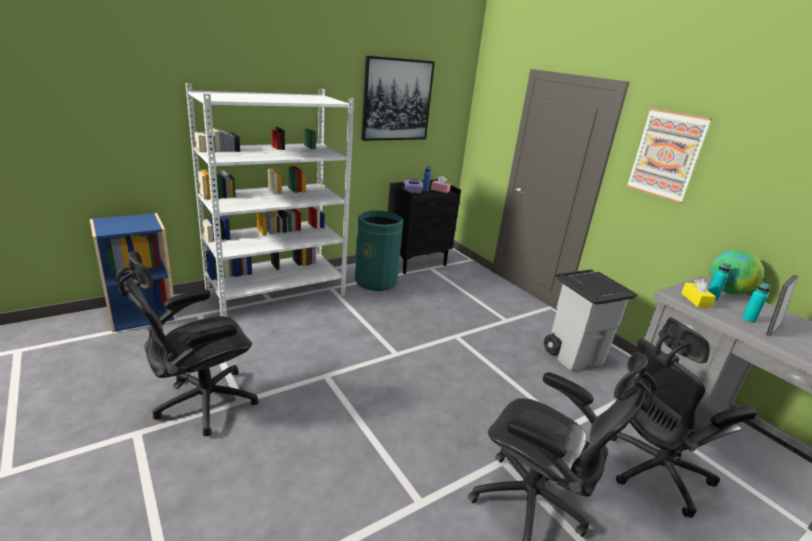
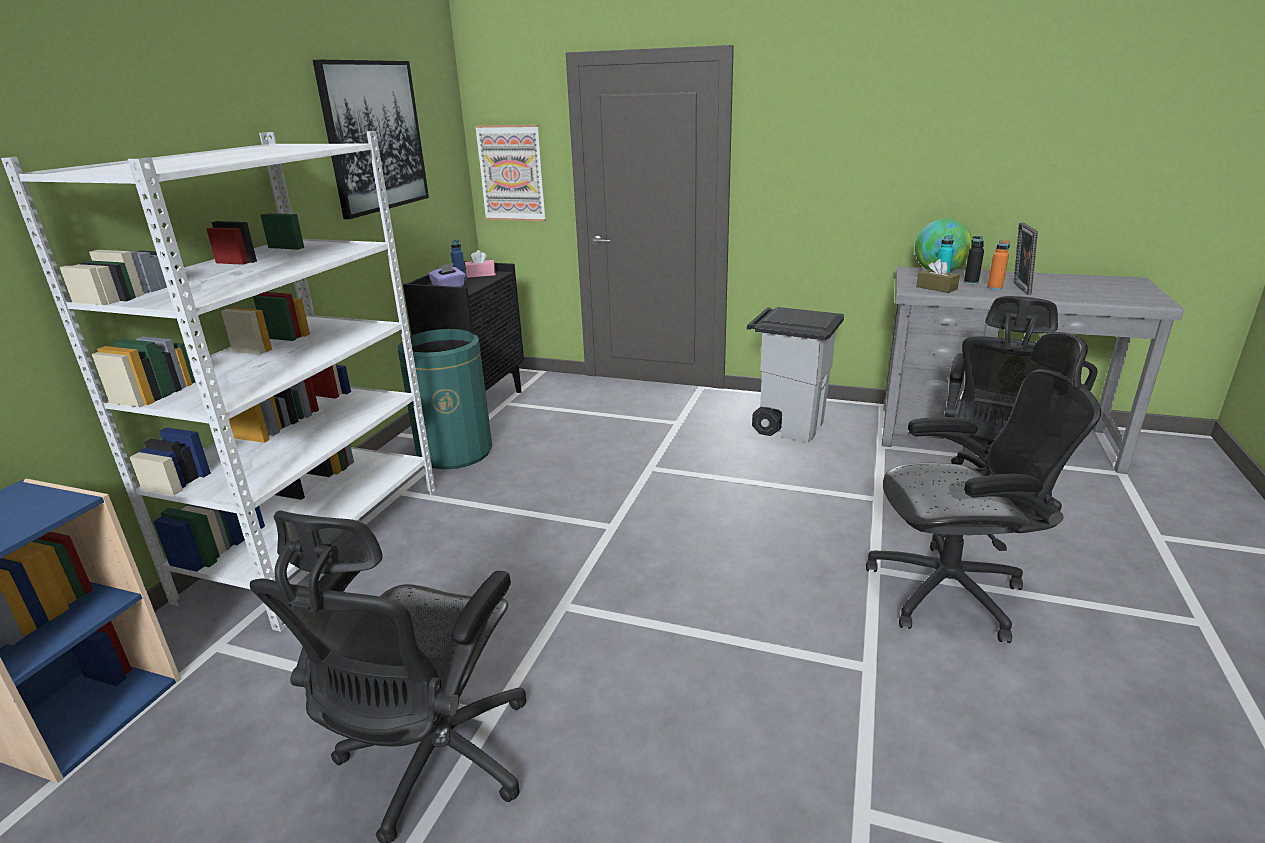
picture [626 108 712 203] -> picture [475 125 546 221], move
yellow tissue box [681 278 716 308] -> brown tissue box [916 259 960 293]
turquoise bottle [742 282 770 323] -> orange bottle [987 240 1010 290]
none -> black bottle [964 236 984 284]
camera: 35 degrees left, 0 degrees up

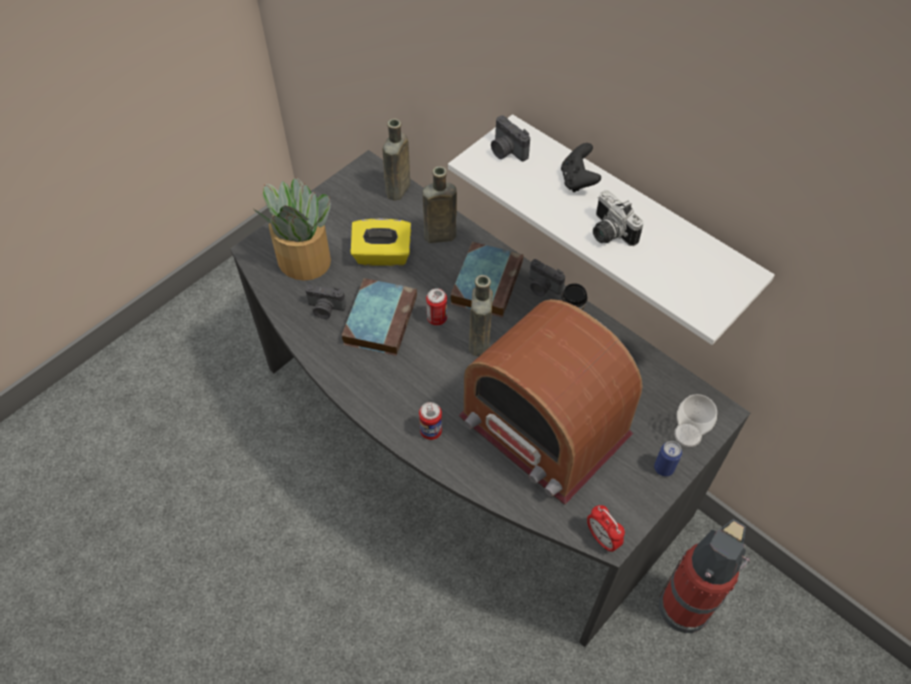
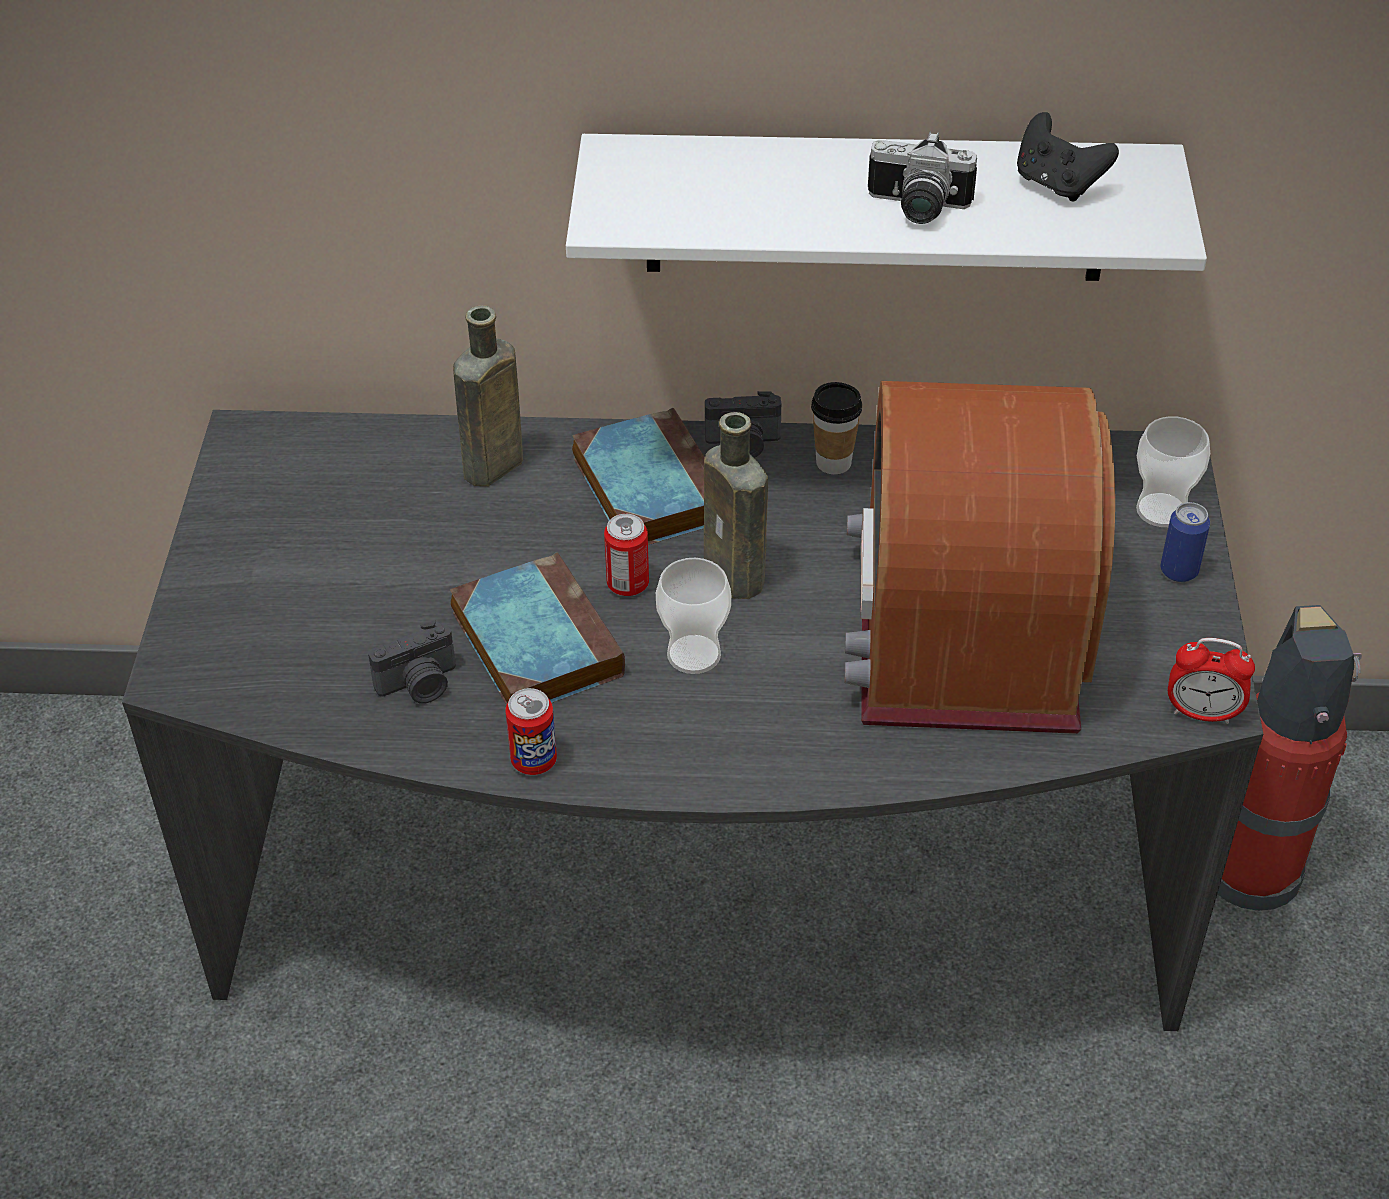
photo camera [491 115 530 161] -> none
brown bottle [382 118 410 201] -> none
black game controller [561 143 601 192] -> black game controller [1017 112 1119 202], move
potted plant [254 177 331 280] -> none
yellow tissue box [350 219 411 266] -> none
radio [459 299 643 505] -> radio [844 381 1115 734], 90 degrees clockwise
can [419 402 442 440] -> can [505 688 557 775], move
none -> cup [656 558 731 674]
camera: 40 degrees left, 10 degrees down

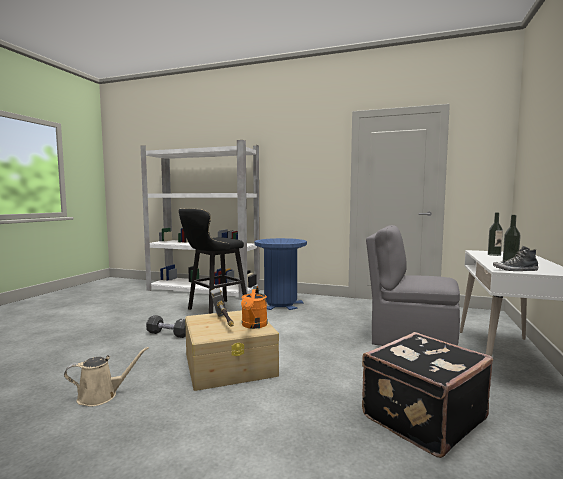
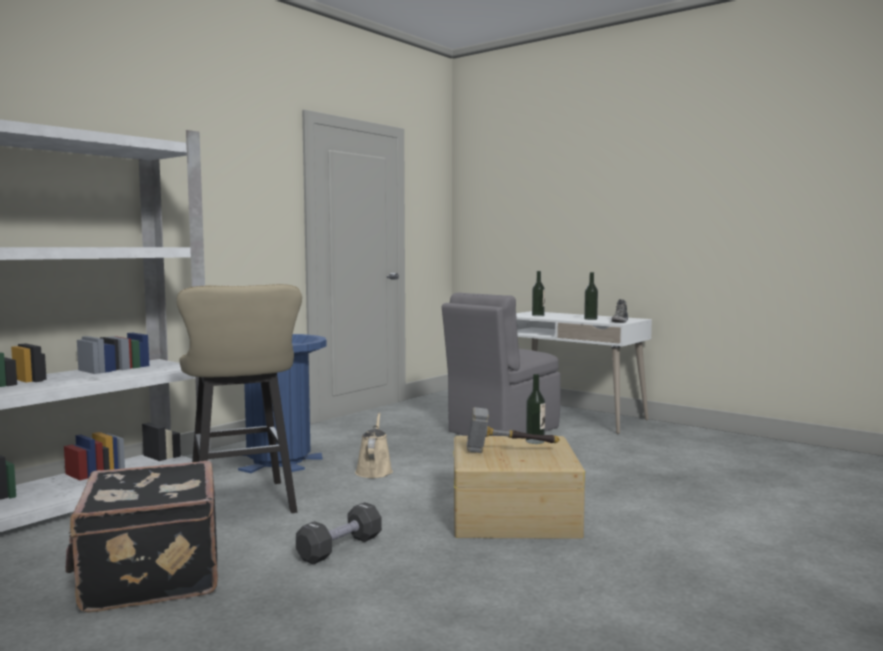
black stool [179 208 247 314] -> beige stool [177 284 302 513]
orange watering can [241 286 268 329] -> bottle [526 374 545 444]
black suitcase [362 332 493 458] -> black suitcase [65 461 218 613], move
beige watering can [64 347 149 406] -> beige watering can [355 413 393 478], move
camera: 70 degrees left, 0 degrees up

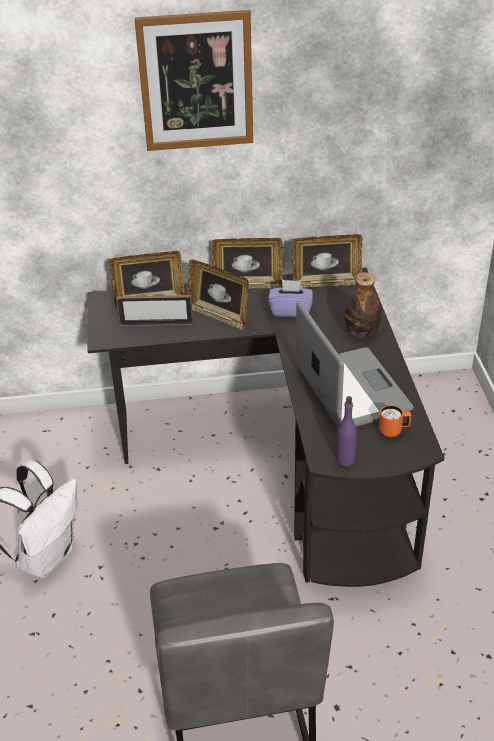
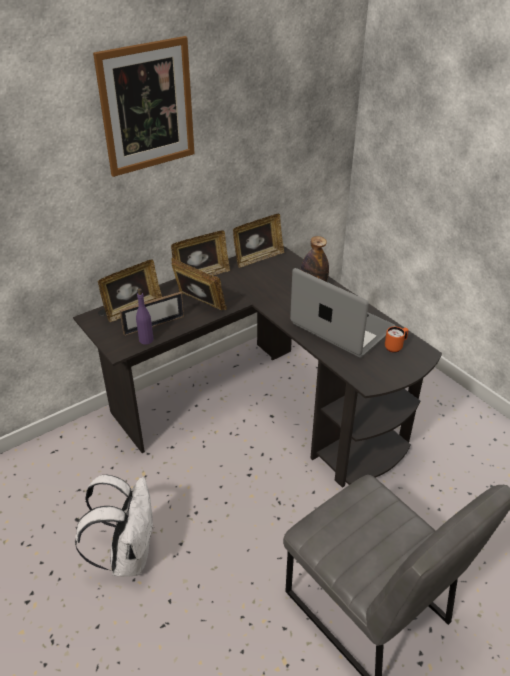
picture frame [187 259 249 331] -> picture frame [171 258 227 310], 150 degrees counterclockwise
purple tissue box [268 280 313 317] -> none
purple bottle [336 396 357 466] -> purple bottle [136 288 154 345], move
camera: 30 degrees left, 0 degrees up

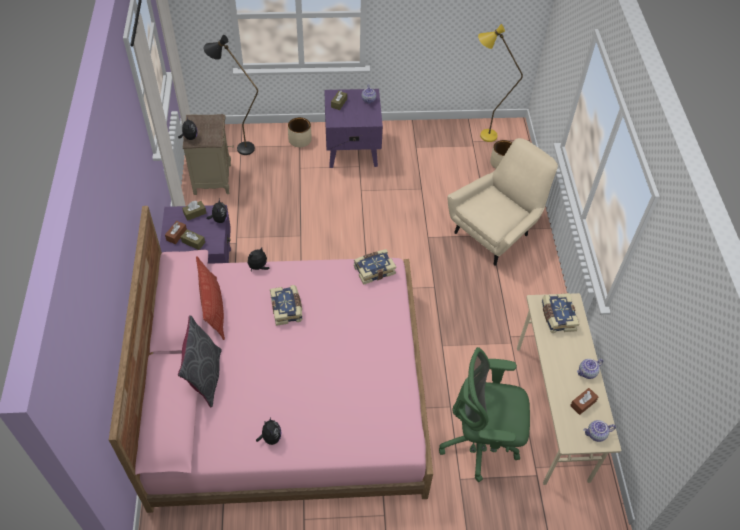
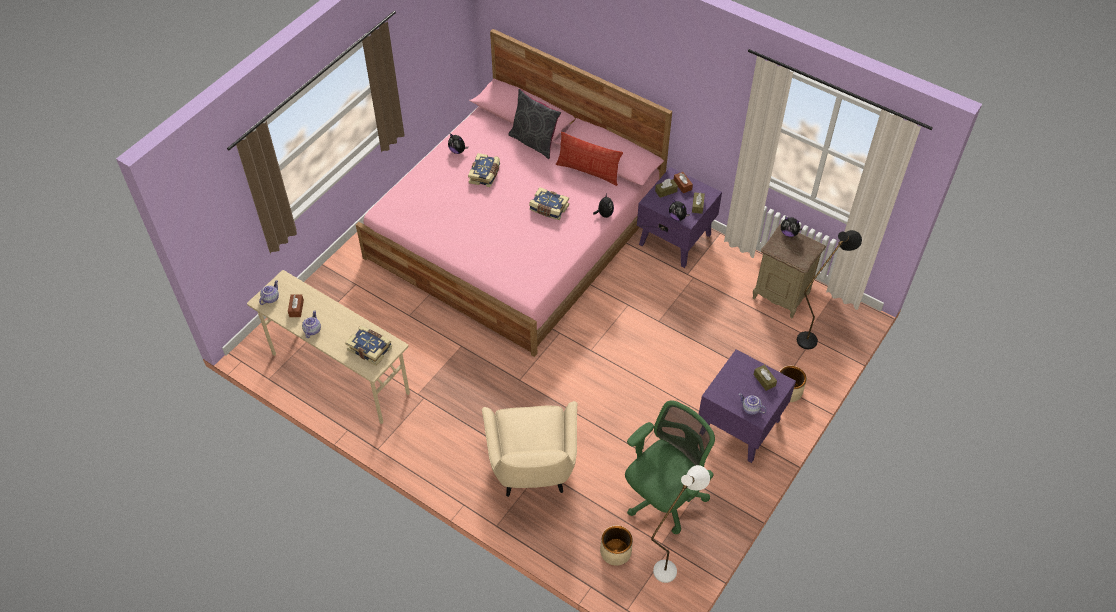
yellow floor lamp [478 24 523 142] -> white floor lamp [651 465 710 583]
book [354 249 396 285] -> book [468 153 500 187], move
green office chair [439 347 530 482] -> green office chair [625 400 715 534], move
camera: 130 degrees right, 0 degrees up

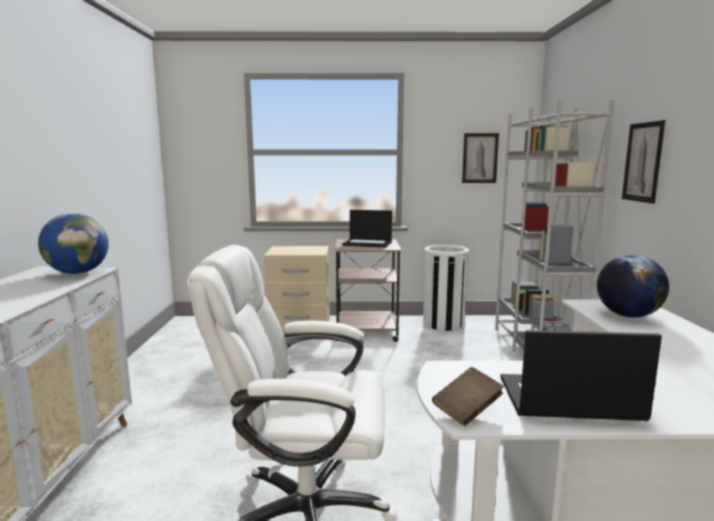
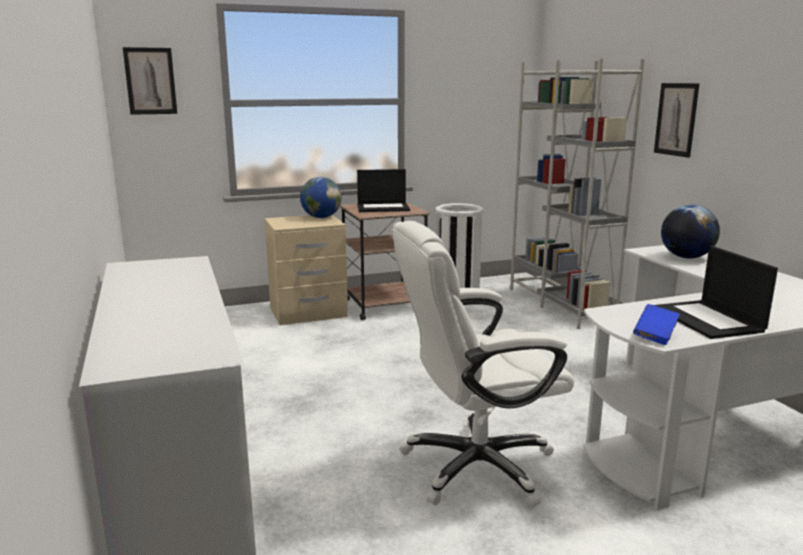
picture [462 133 499 183] -> picture [123 47 177 115], move
globe [38 213 109 274] -> globe [300 177 342 218], move
laptop [500 330 662 421] -> laptop [654 246 778 339], 90 degrees counterclockwise
brown book [432 367 504 426] -> blue book [633 304 680 345]
camera: 20 degrees left, 5 degrees up

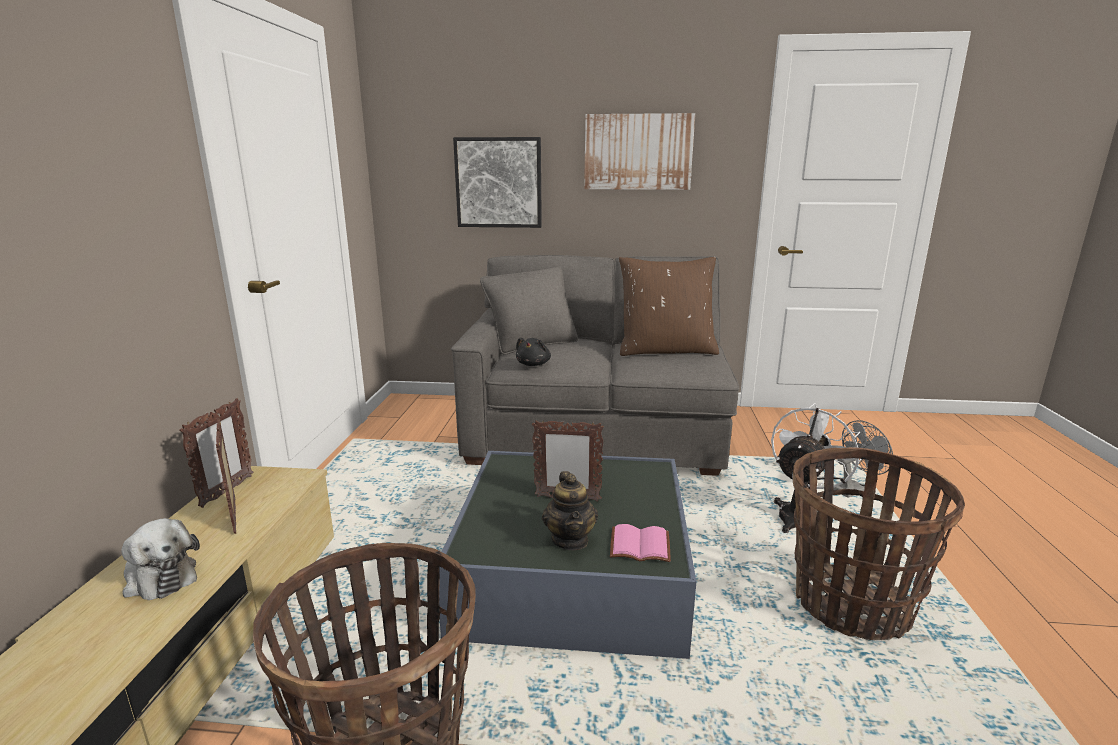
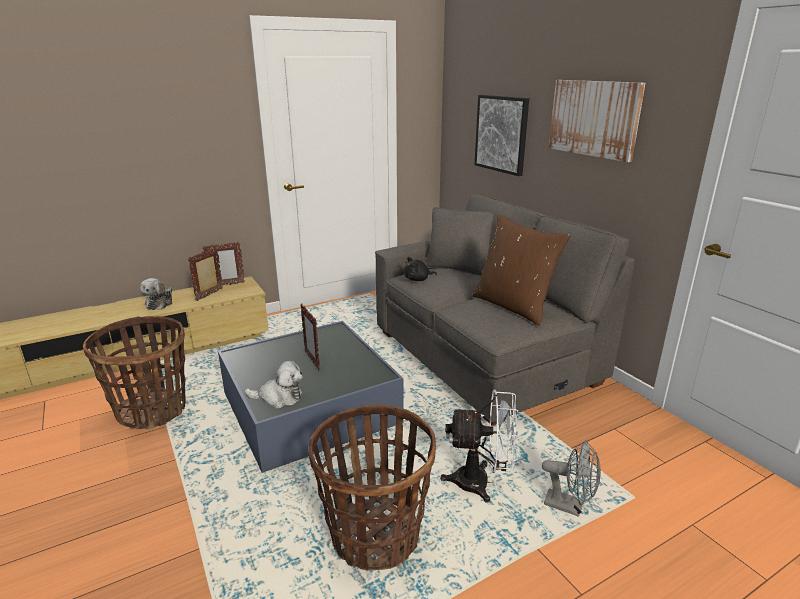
teapot [542 471 598 550] -> none
pink book [610 524 671 562] -> plush toy [245 361 303 409]
camera: 55 degrees right, 5 degrees up

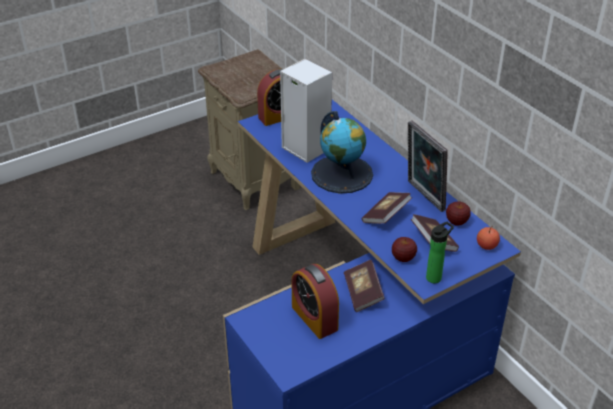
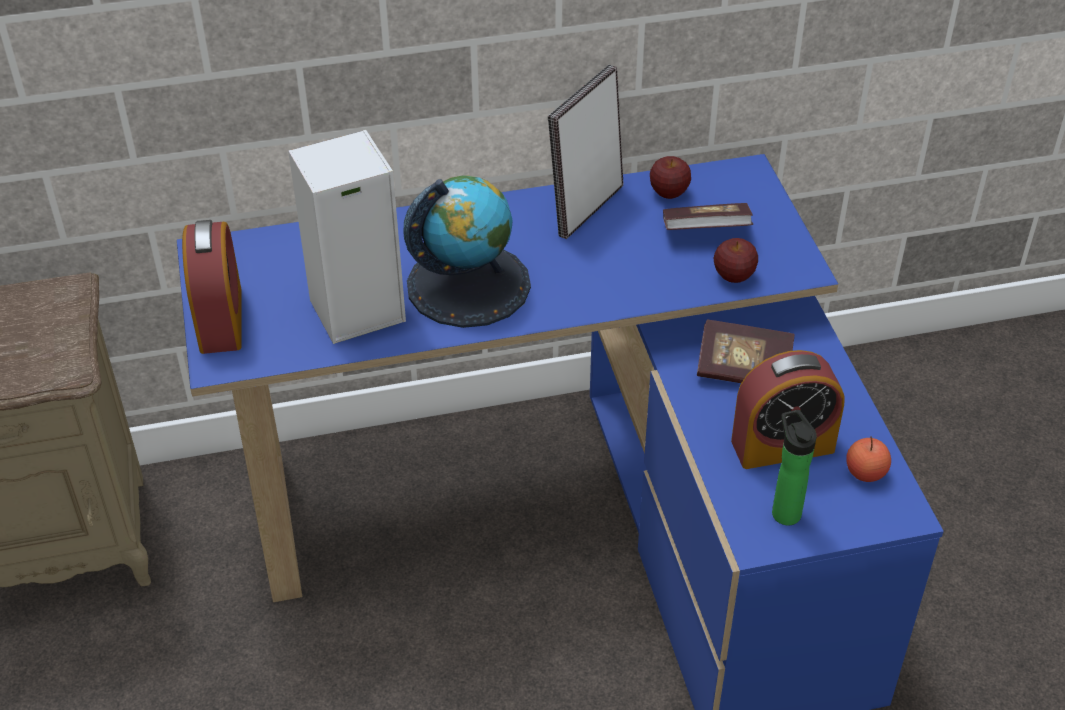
picture frame [408 120 448 212] -> picture frame [548 65 623 239], 135 degrees clockwise
book [362 192 412 224] -> none
bottle [426 222 454 283] -> bottle [772 410 817 525], move
apple [477 226 500 250] -> apple [846 436 891 482], move
camera: 70 degrees left, 5 degrees up

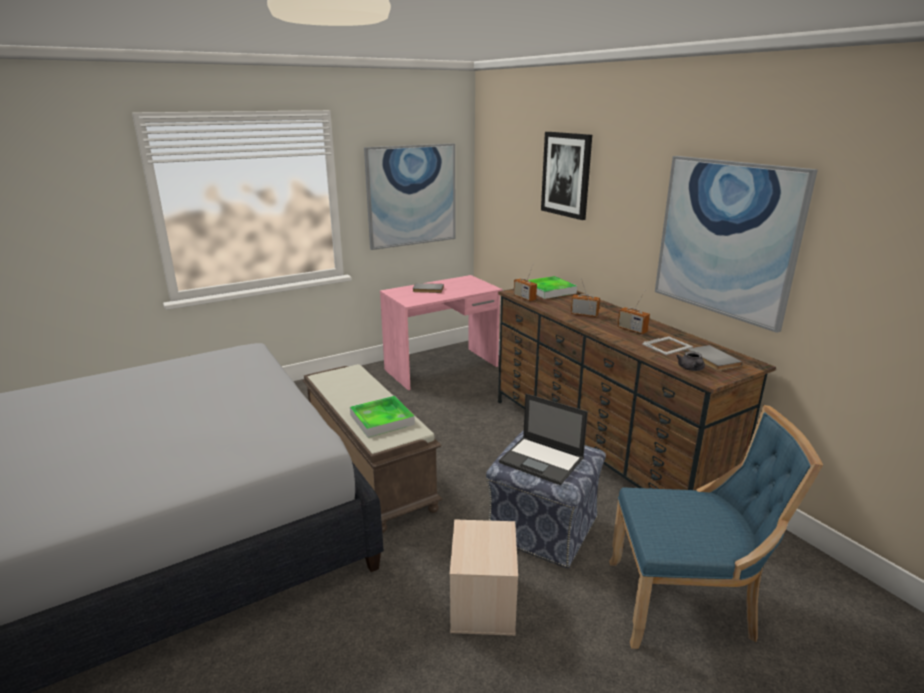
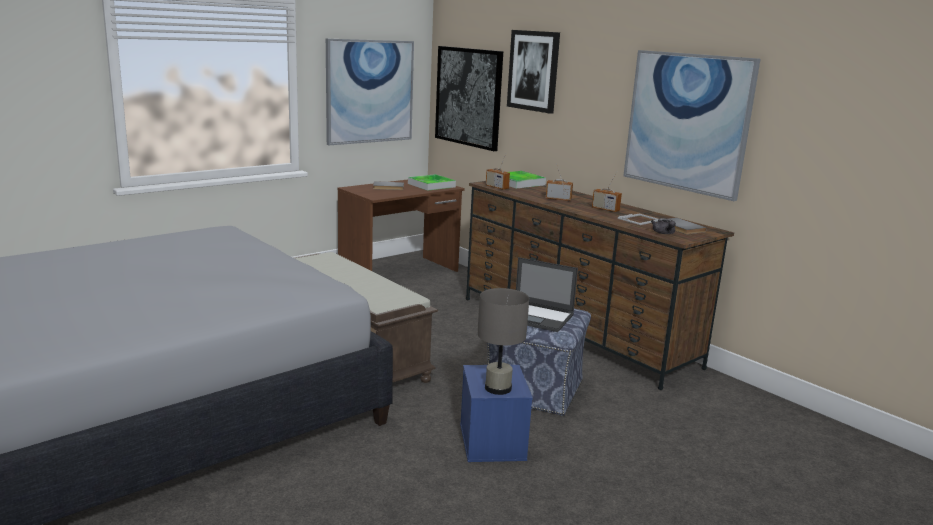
pink desk [380 275 502 390] -> brown desk [337 180 465 272]
tray [350 396 415 438] -> tray [408 174 456 191], move
blue chair [609 405 823 649] -> none
beige storage box [450 519 518 636] -> blue storage box [460 365 533 462]
none -> picture [435 46 503 151]
none -> grey table lamp [478 288 529 395]
camera: 10 degrees left, 5 degrees down

